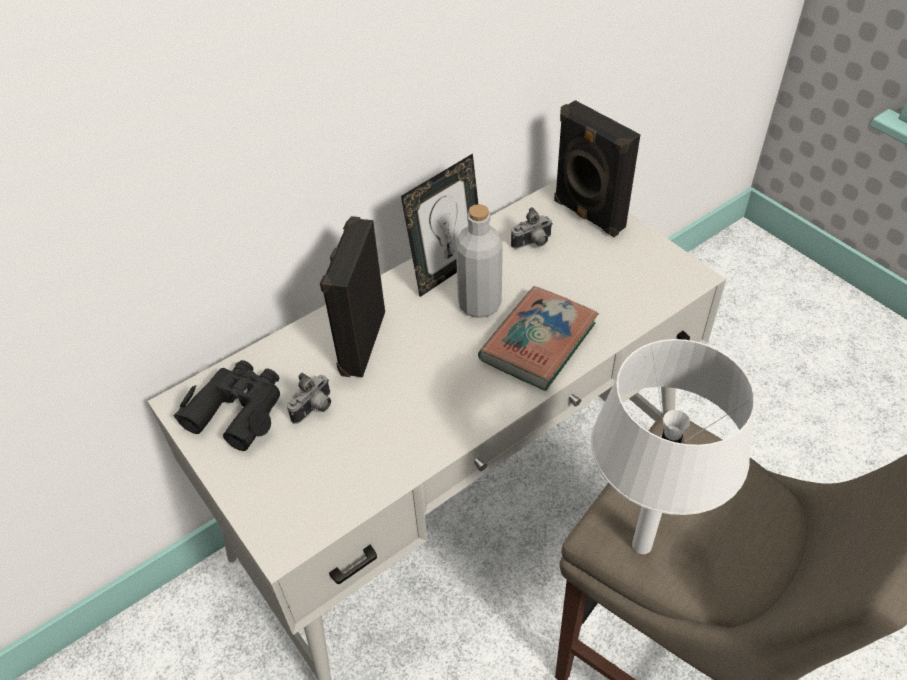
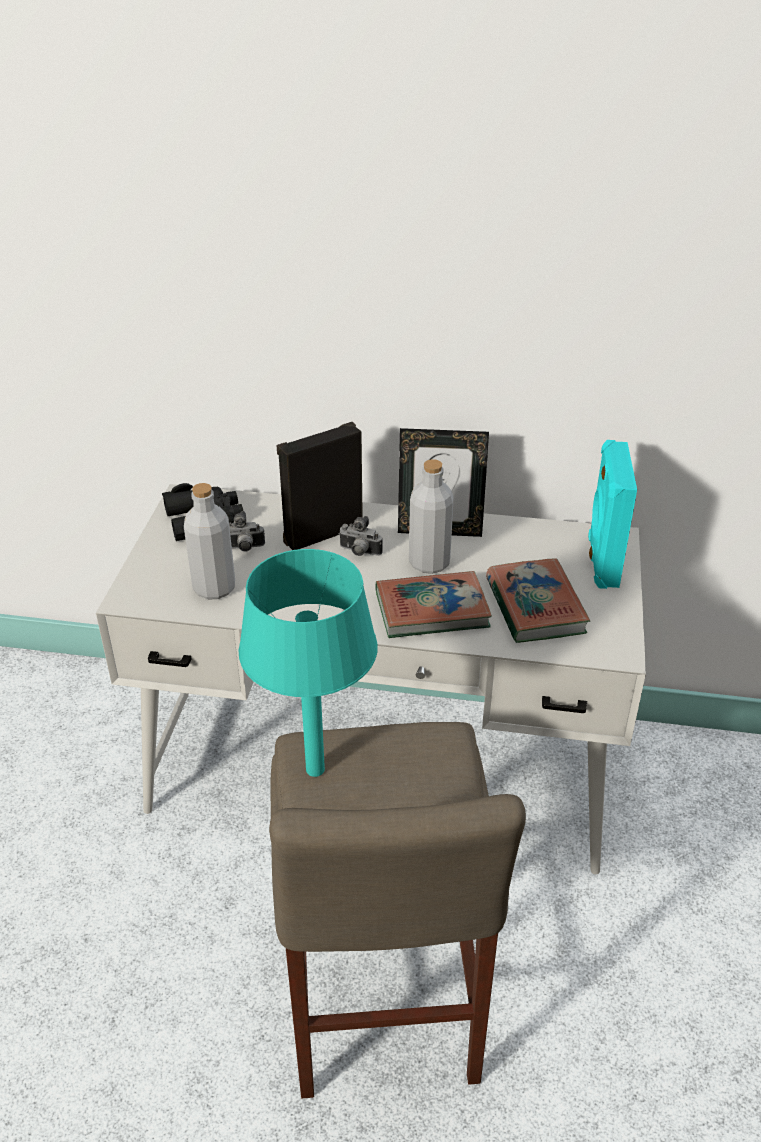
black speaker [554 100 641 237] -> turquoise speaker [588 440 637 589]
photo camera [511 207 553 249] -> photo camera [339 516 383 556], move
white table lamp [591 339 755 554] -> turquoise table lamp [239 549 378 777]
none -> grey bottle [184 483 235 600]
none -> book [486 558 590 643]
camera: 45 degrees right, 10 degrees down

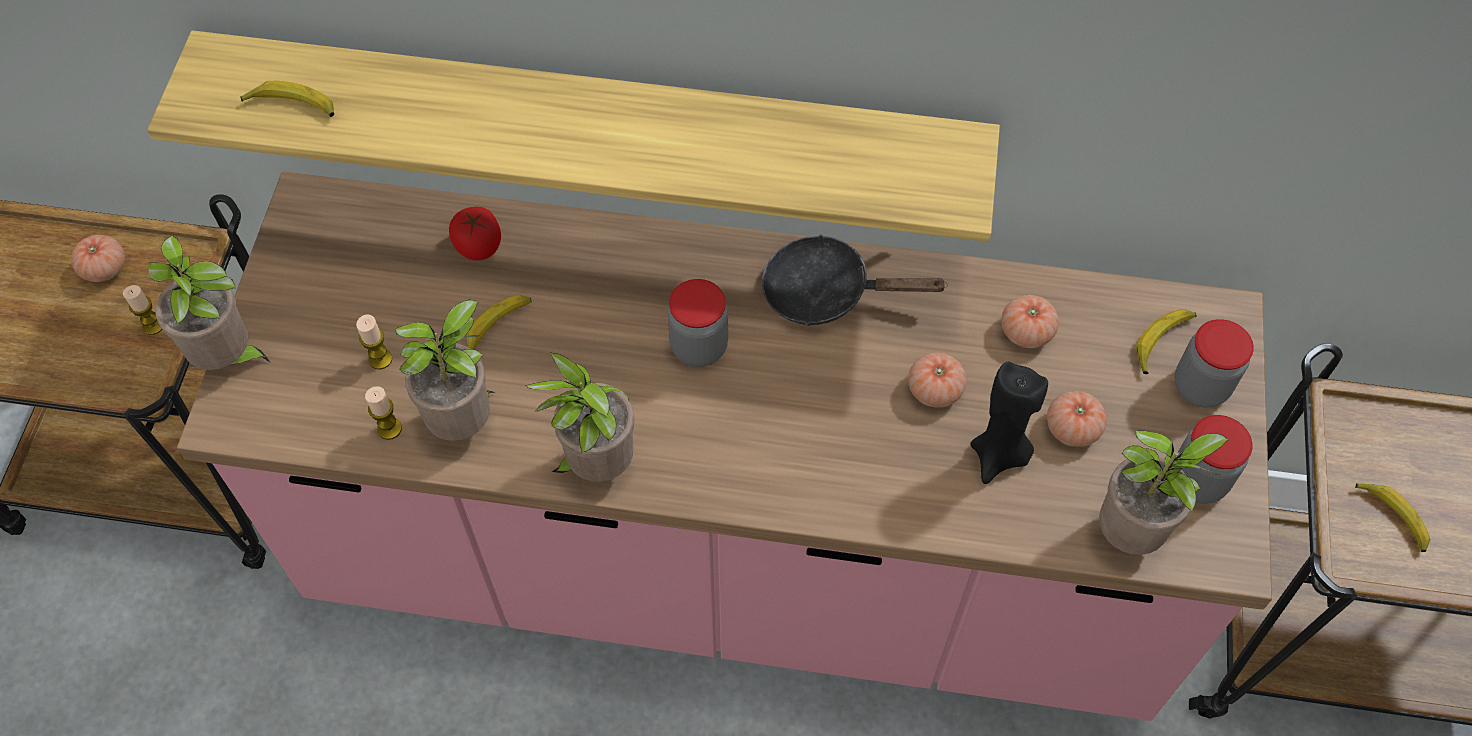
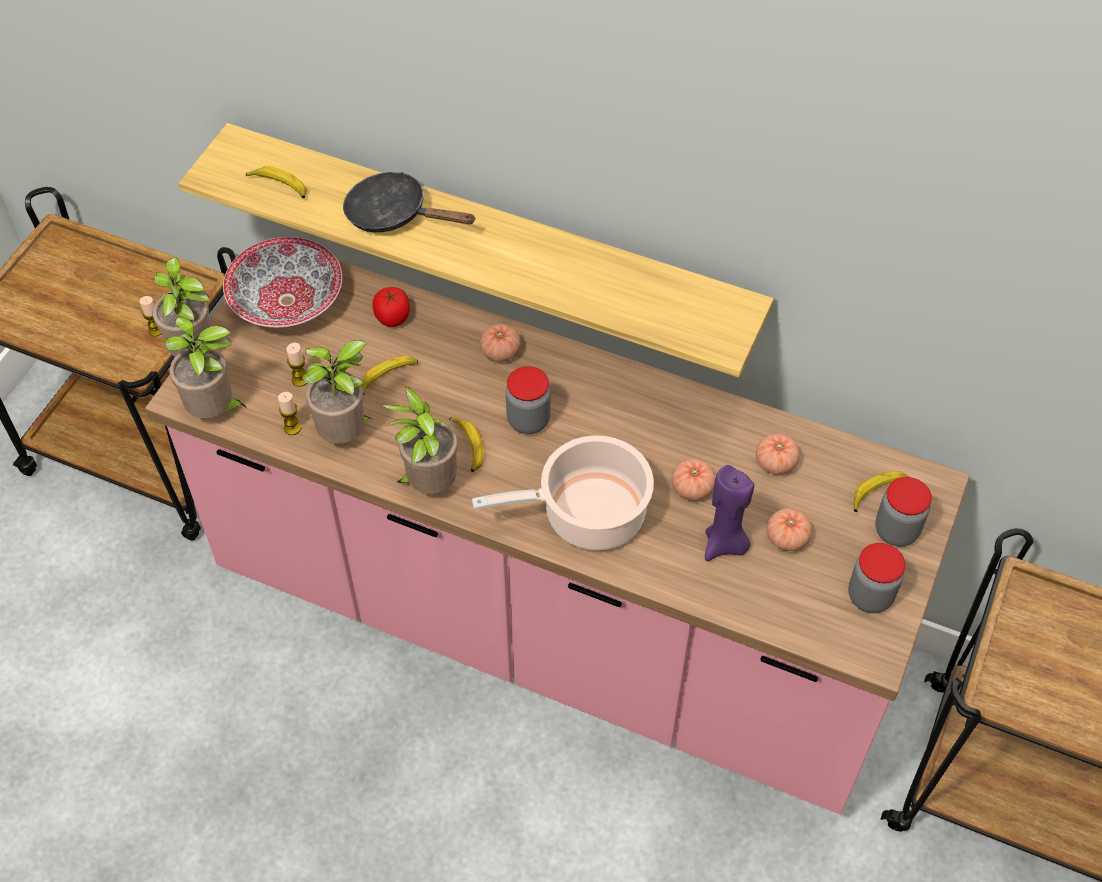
black frying pan [762 234 948 326] -> black frying pan [343 172 476 232], move
tomato [71 235 125 282] -> tomato [479 324 521 362], move
black candle [970 362 1048 484] -> purple candle [705 465 754 561]
potted plant [1099 430 1228 555] -> potted plant [165 317 247 418], move
banana [1355 483 1430 552] -> banana [449 417 483 472], move
none -> bowl [223 237 342 328]
none -> cooking pot [472 435 654 551]
camera: 15 degrees right, 5 degrees down

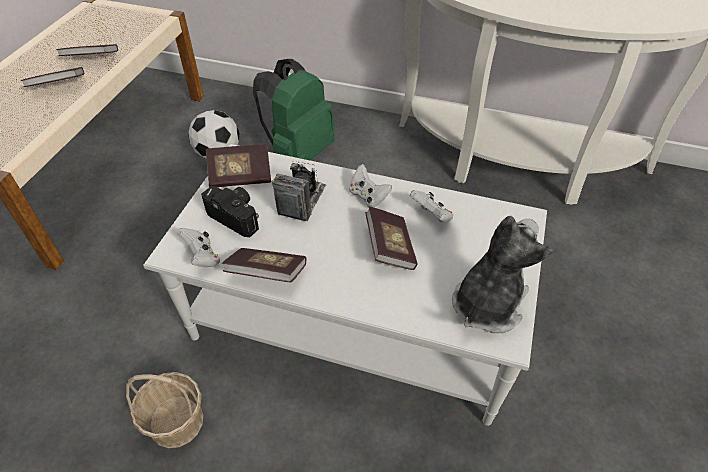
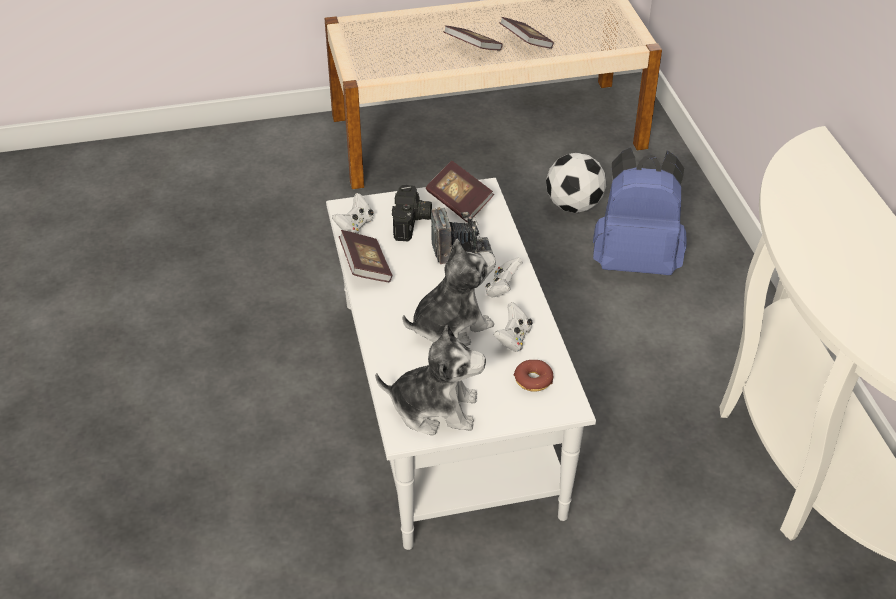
green backpack [253 59 335 160] -> blue backpack [593 147 687 275]
book [365 206 418 270] -> plush toy [402 239 496 346]
basket [126 372 203 448] -> none
none -> donut [514 360 553 392]
camera: 60 degrees right, 5 degrees down

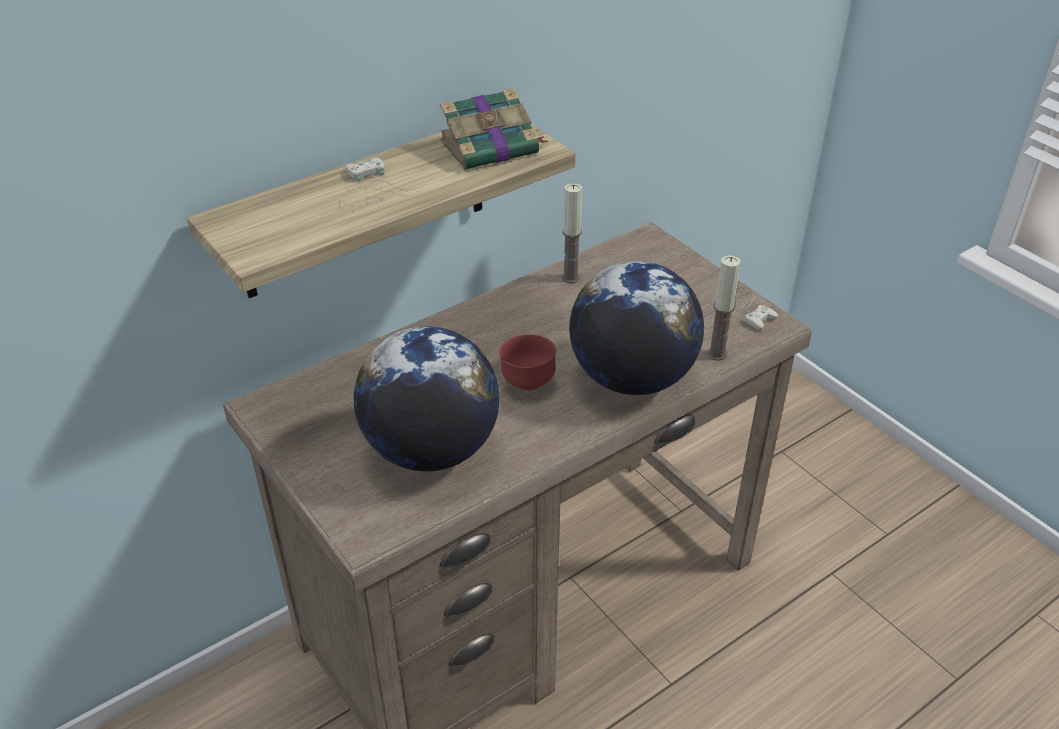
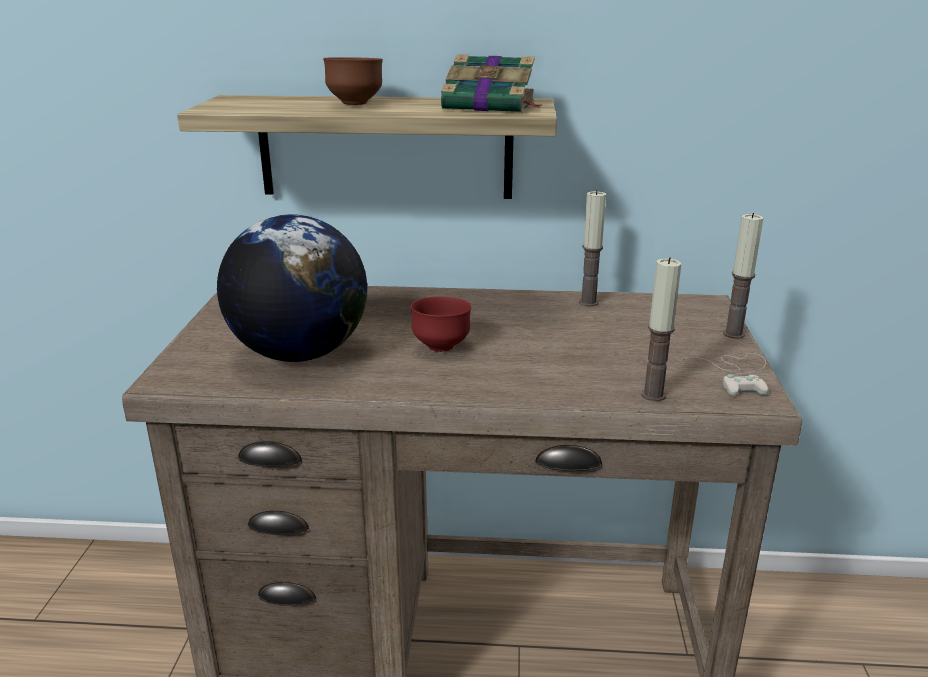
white game controller [343 158 426 207] -> brown bowl [323 57 383 105]
globe [569 261 704 395] -> none
none -> candle [723 213 763 339]
camera: 40 degrees right, 15 degrees down

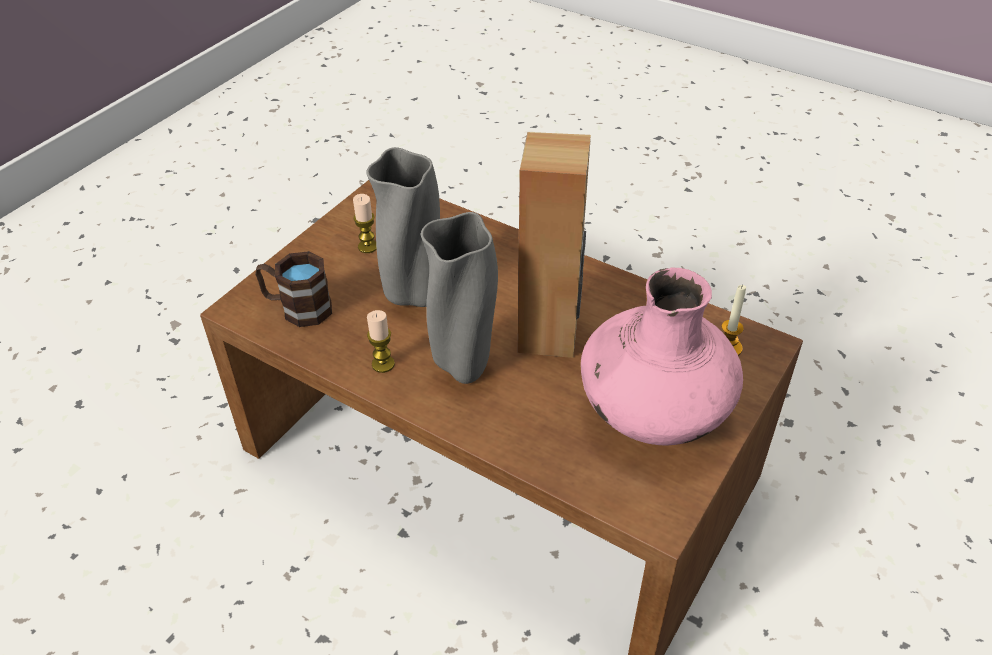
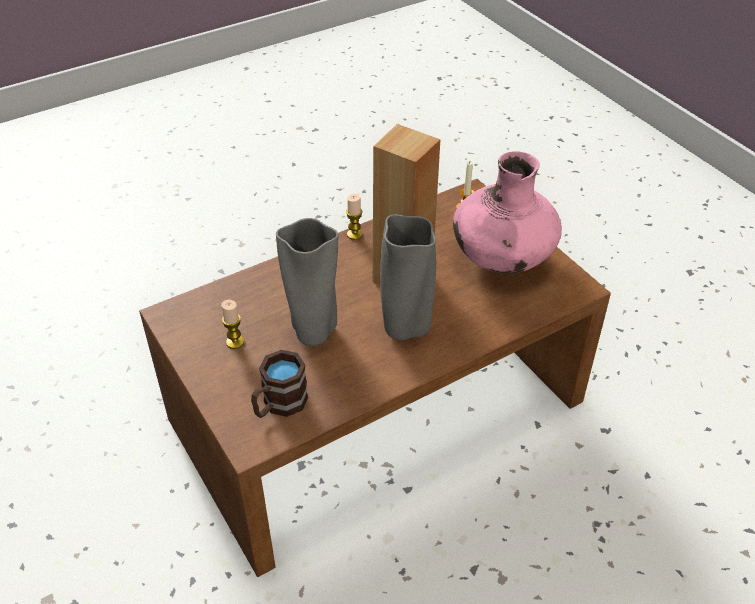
candle [367 310 395 373] -> candle [346 194 363 240], move
camera: 65 degrees left, 0 degrees up

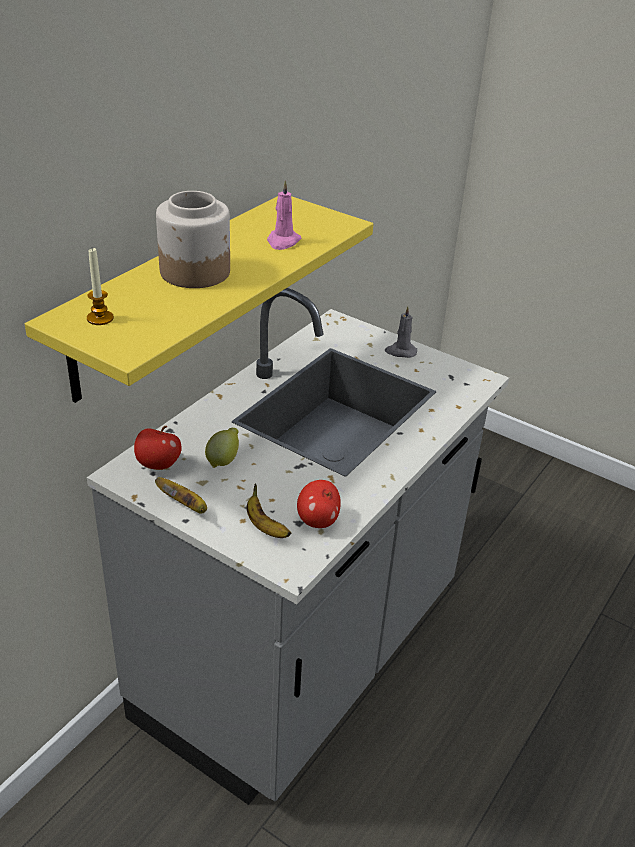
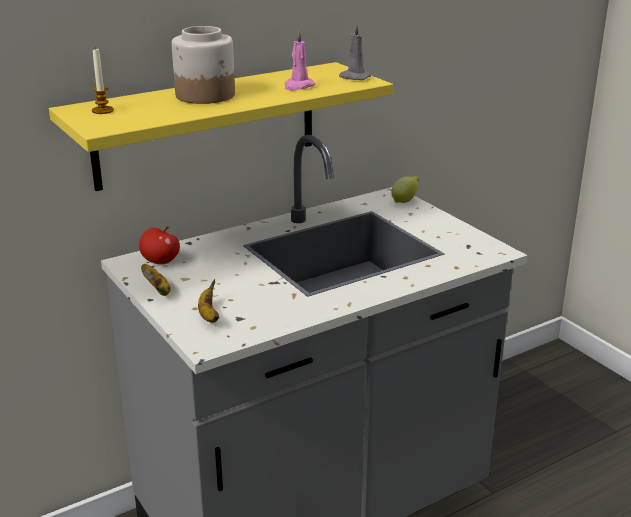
grey candle [385 306 417 358] -> grey candle [339 23 371 80], move
lemon [205 428 239 468] -> lemon [391 176 419 203], move
apple [297 480 341 528] -> none
camera: 25 degrees right, 10 degrees down

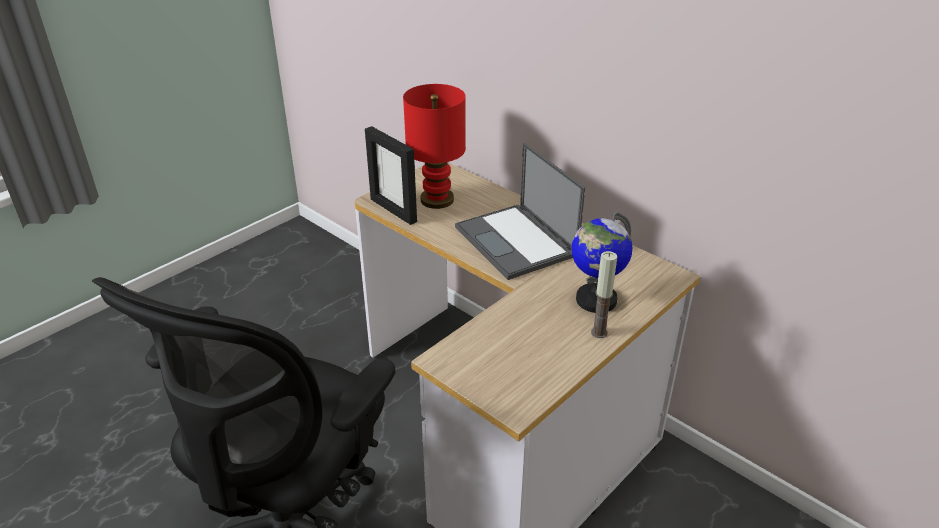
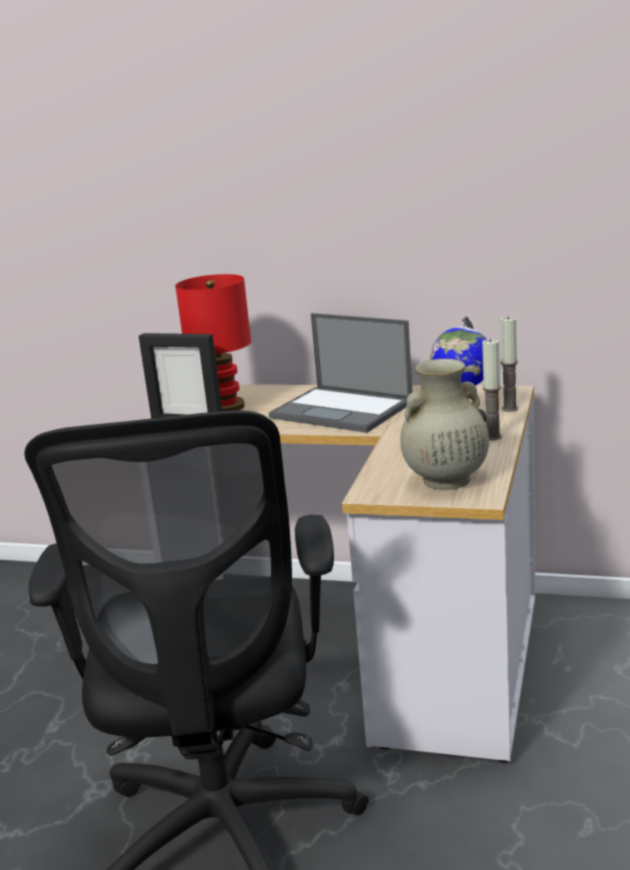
none -> candle [500 316 518 412]
none -> beige vase [400 359 489 490]
camera: 25 degrees left, 15 degrees down

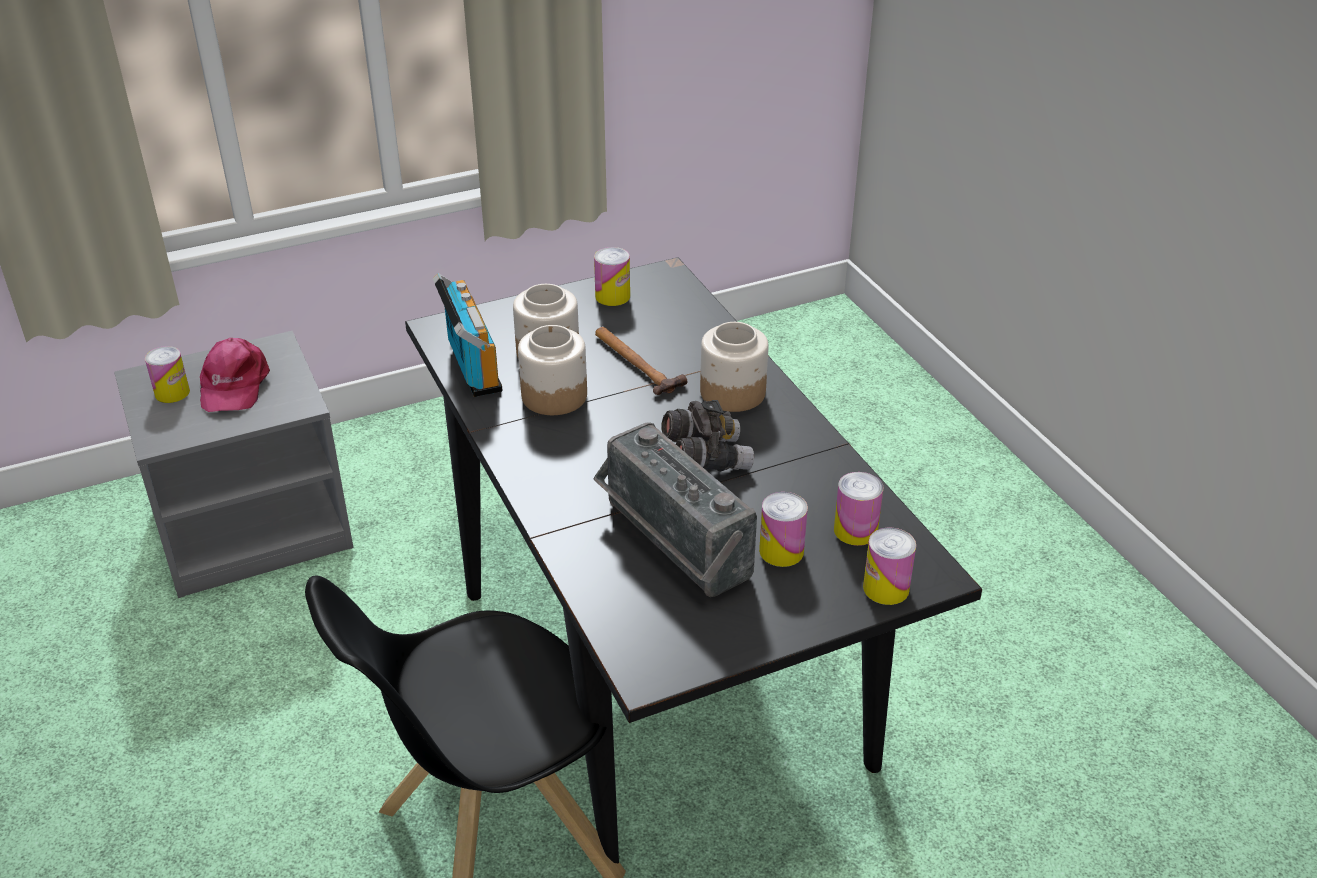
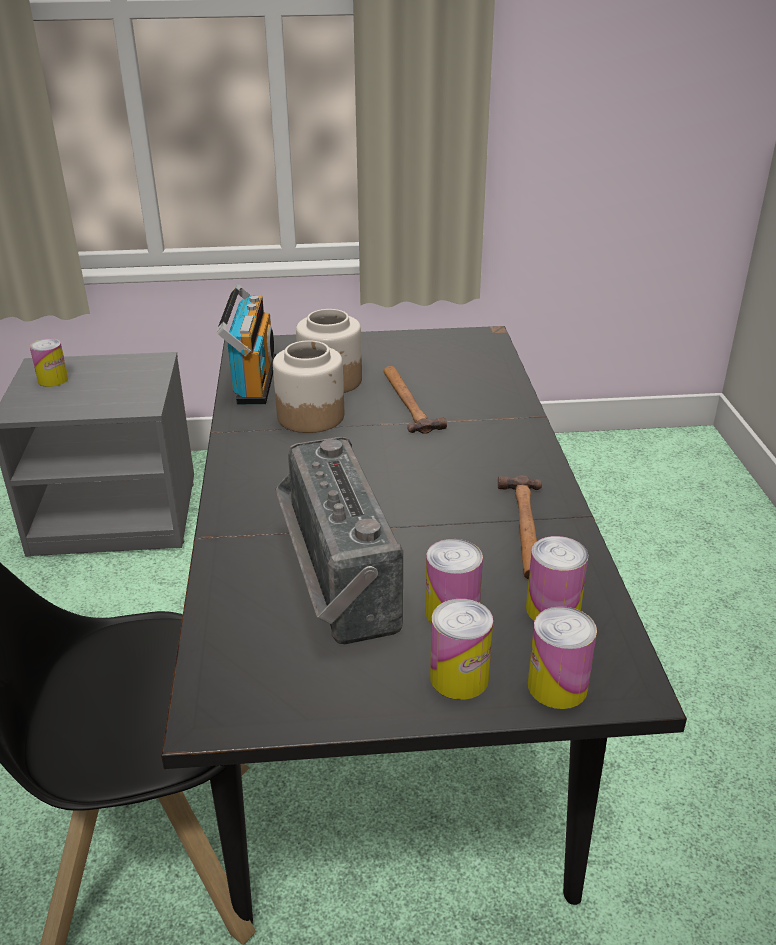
can [594 247 630 306] -> can [430 599 493 700], move
jar [700 322 768 412] -> none
pink cap [200 338 270 412] -> none
grey binoculars [661 400 754 471] -> none
none -> hammer [498 475 542 580]
camera: 20 degrees right, 5 degrees down

